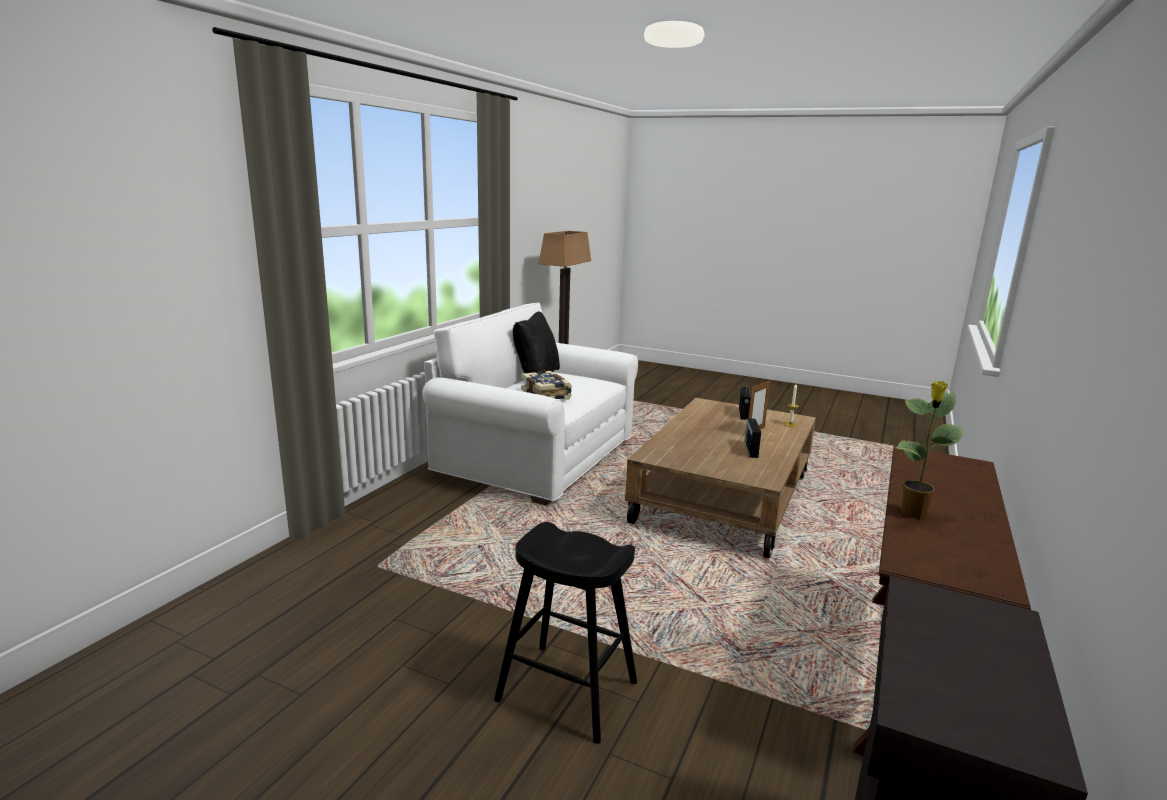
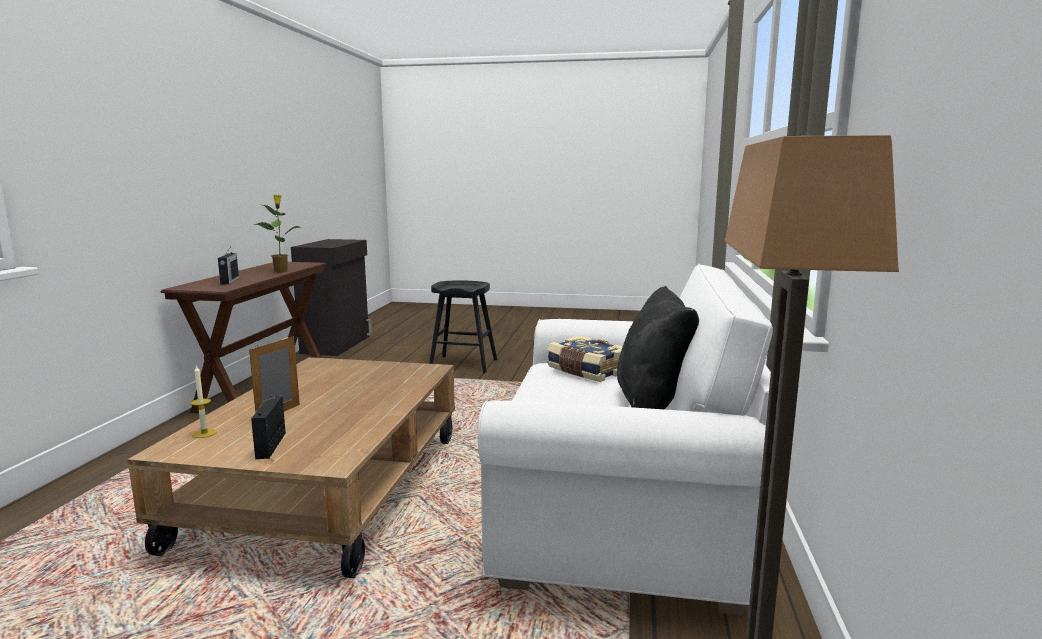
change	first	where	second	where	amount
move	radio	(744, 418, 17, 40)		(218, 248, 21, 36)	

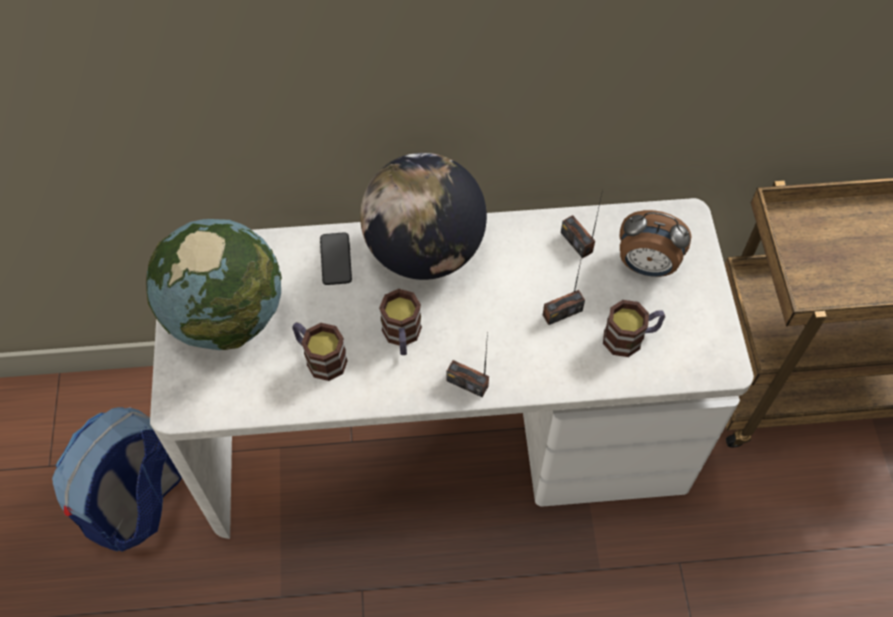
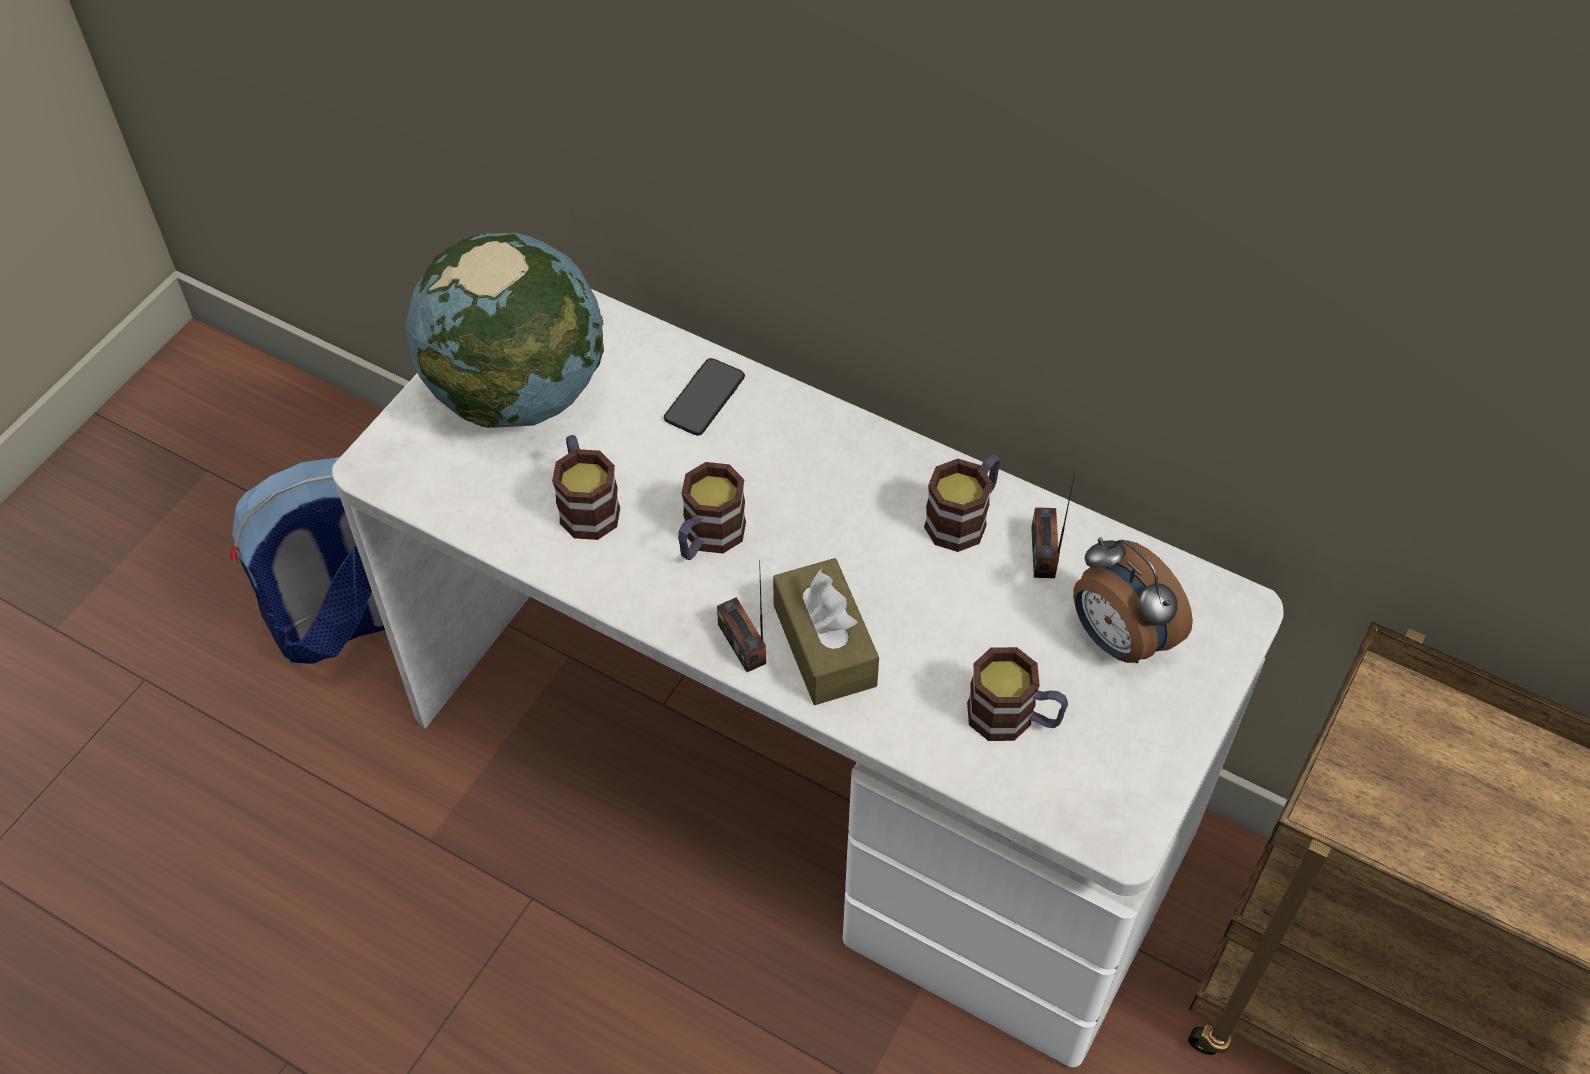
change	first	where	second	where	amount
delete	globe	(360, 153, 127, 127)			
delete	radio	(543, 247, 42, 78)			
insert			tissue box in brown	(773, 558, 106, 147)	
insert			mug	(924, 454, 76, 98)	

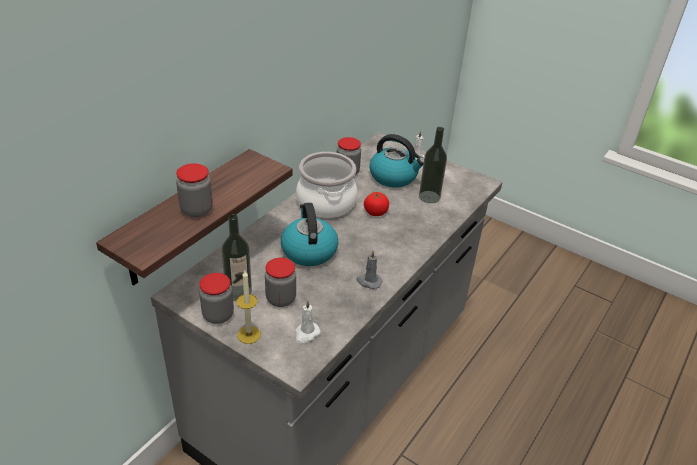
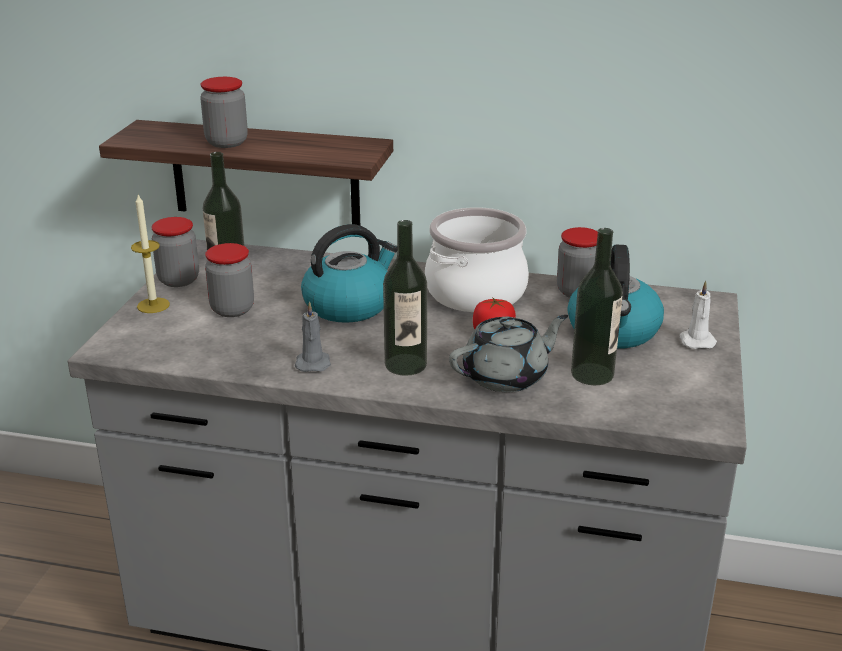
change	first	where	second	where	amount
delete	candle in white	(295, 301, 26, 42)			
insert			bottle	(383, 220, 44, 156)	
insert			teapot in grey	(449, 315, 119, 77)	

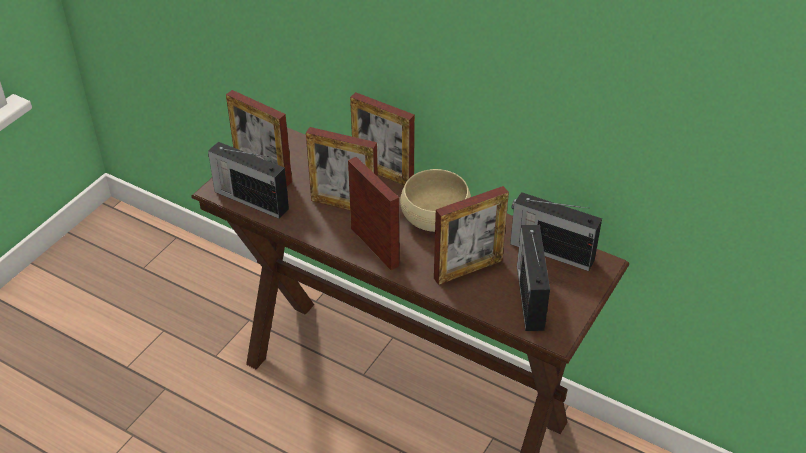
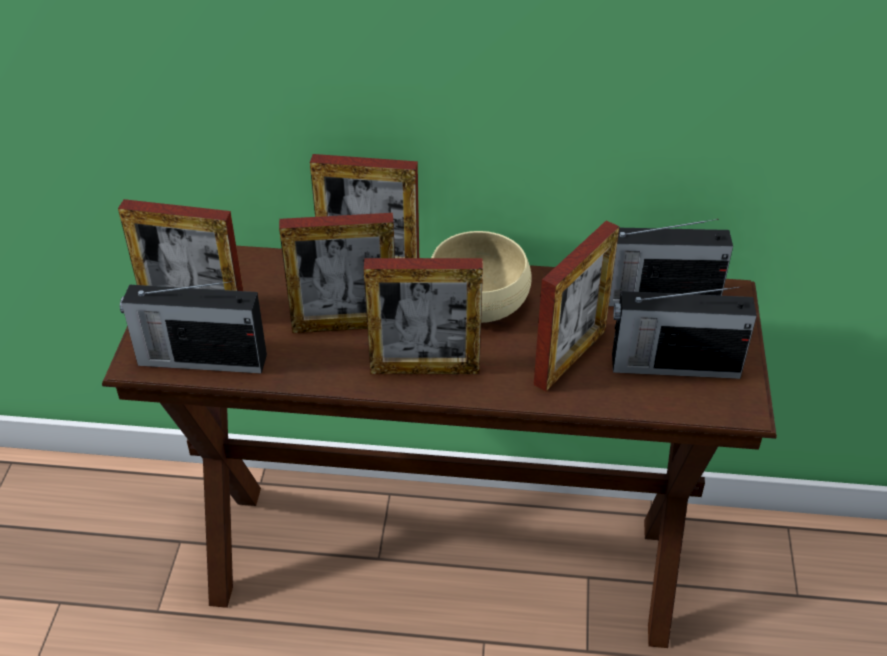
change	first	where	second	where	amount
rotate	picture frame	(348, 157, 51, 113)		(364, 258, 119, 116)	150 degrees clockwise
rotate	radio	(517, 225, 33, 106)		(612, 286, 145, 93)	60 degrees counterclockwise

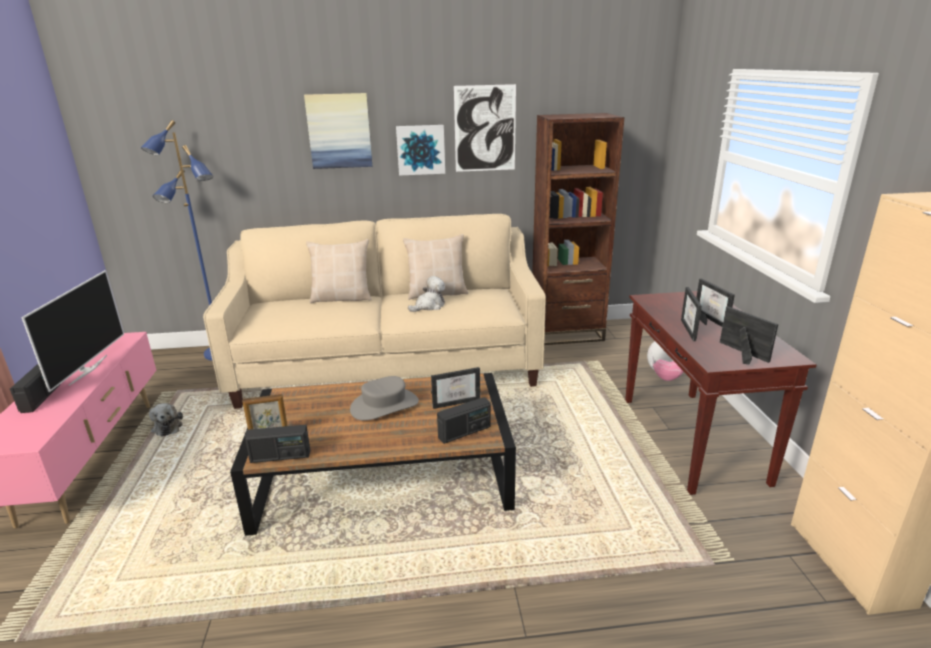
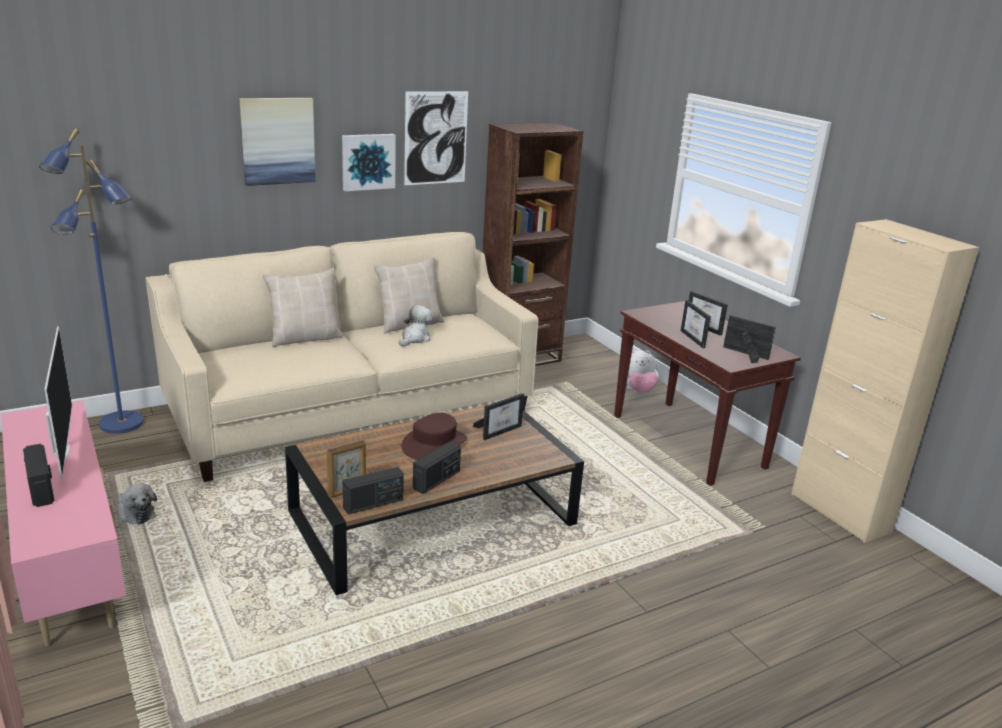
change	first	where	second	where	amount
move	radio	(437, 397, 54, 47)		(413, 441, 48, 53)	
recolor	hat in grey	(350, 376, 69, 45)	hat in brown	(401, 412, 66, 48)	

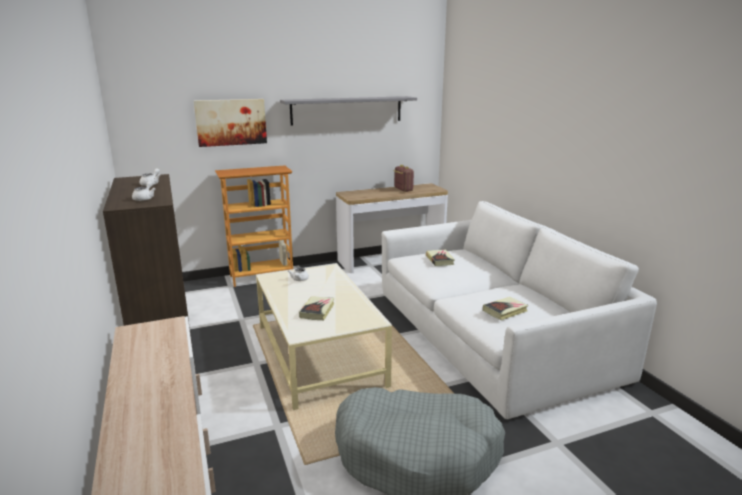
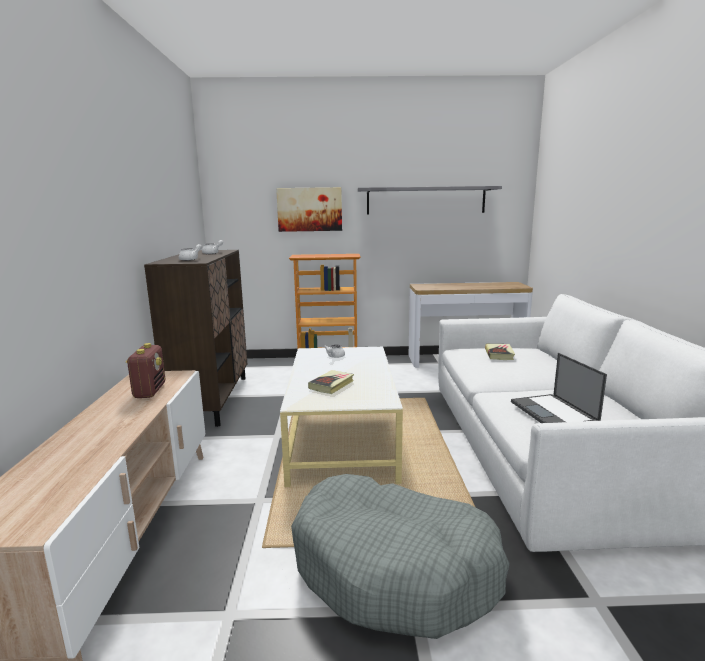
change	first	where	second	where	amount
move	radio	(394, 165, 20, 27)		(126, 343, 39, 55)	
replace	book	(483, 297, 45, 23)	laptop	(511, 353, 96, 70)	

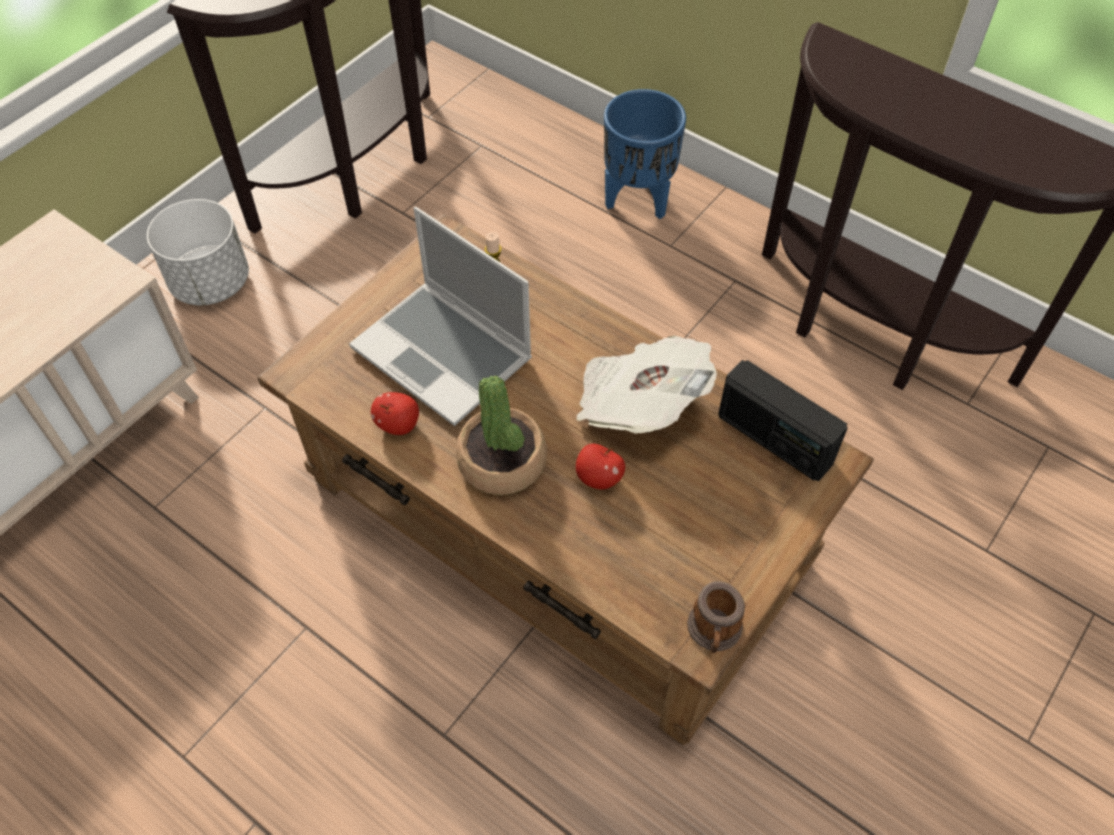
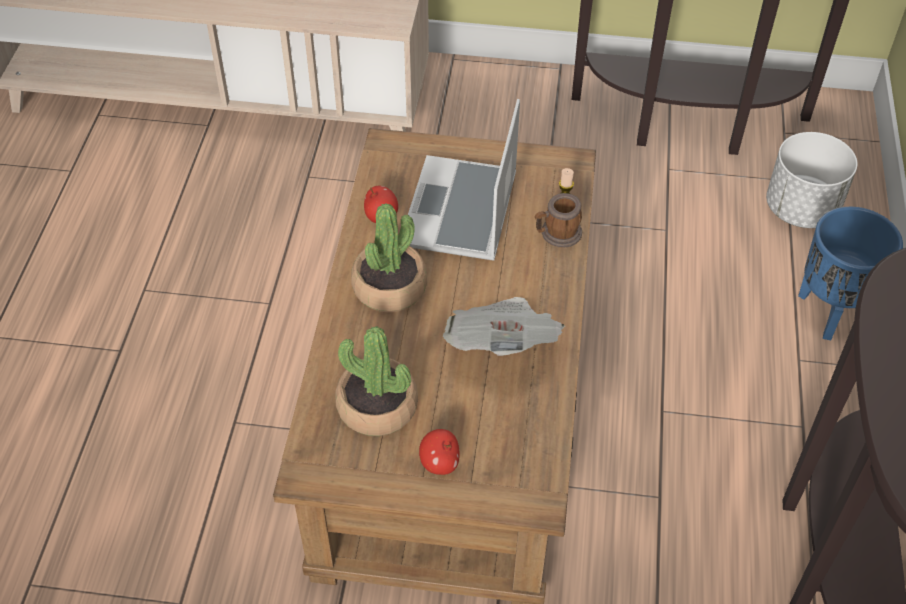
change	first	where	second	where	amount
delete	radio	(718, 360, 130, 121)			
insert			potted plant	(335, 326, 83, 110)	
move	planter in white	(147, 199, 102, 106)		(766, 132, 91, 96)	
move	apple	(576, 444, 49, 45)		(419, 429, 41, 46)	
move	mug	(687, 581, 58, 72)		(535, 193, 47, 54)	

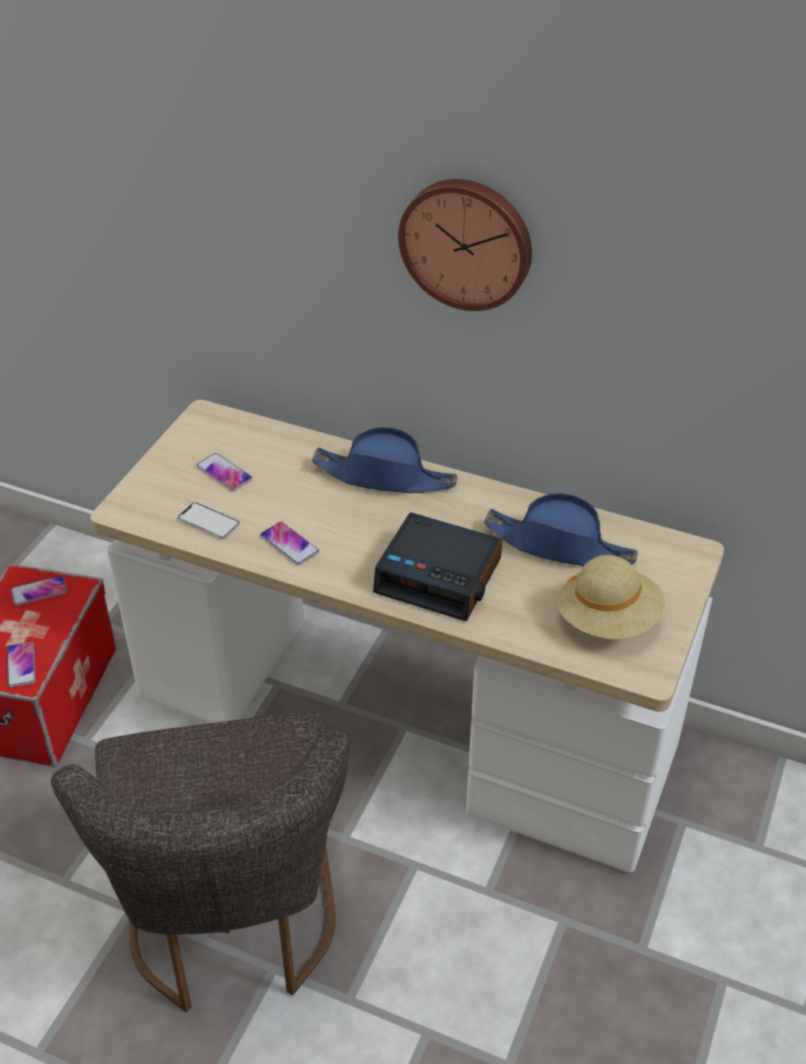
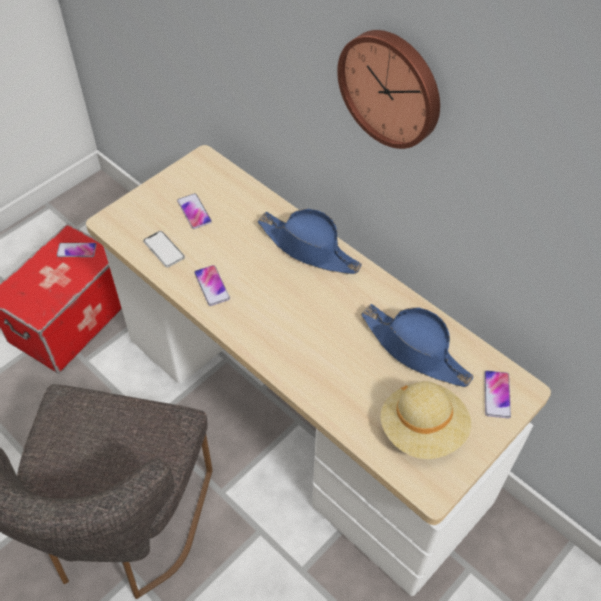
change	first	where	second	where	amount
delete	alarm clock	(373, 512, 129, 109)			
move	phone	(7, 642, 28, 45)		(484, 370, 27, 48)	

